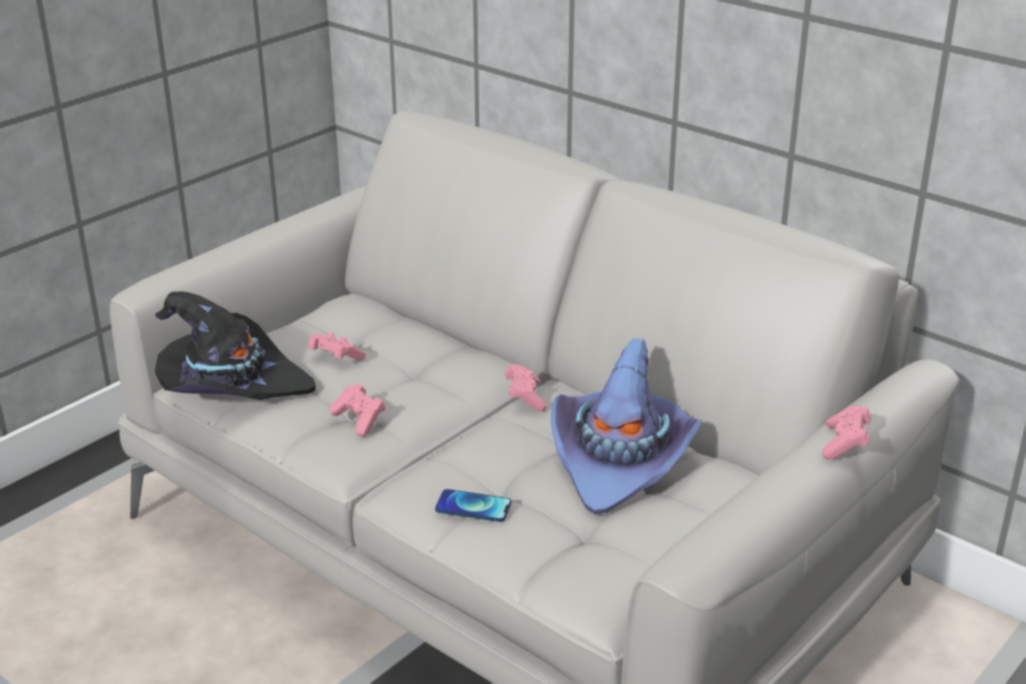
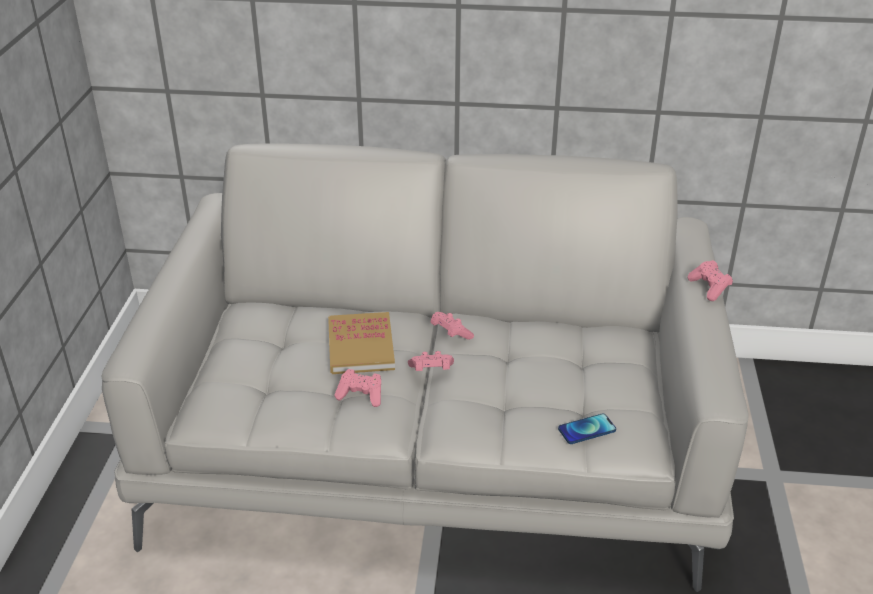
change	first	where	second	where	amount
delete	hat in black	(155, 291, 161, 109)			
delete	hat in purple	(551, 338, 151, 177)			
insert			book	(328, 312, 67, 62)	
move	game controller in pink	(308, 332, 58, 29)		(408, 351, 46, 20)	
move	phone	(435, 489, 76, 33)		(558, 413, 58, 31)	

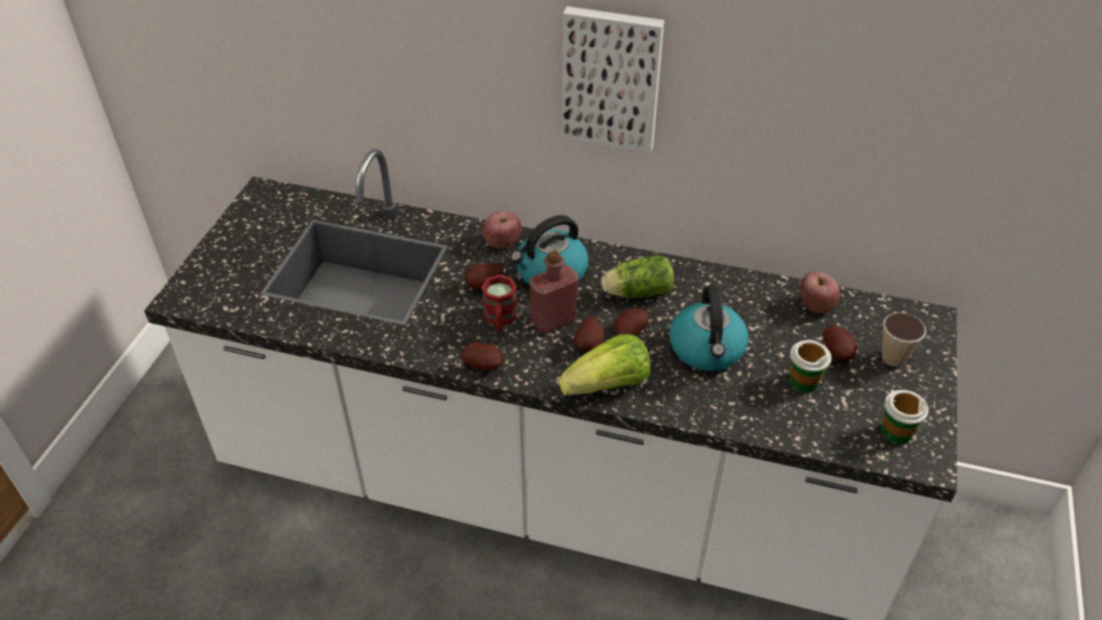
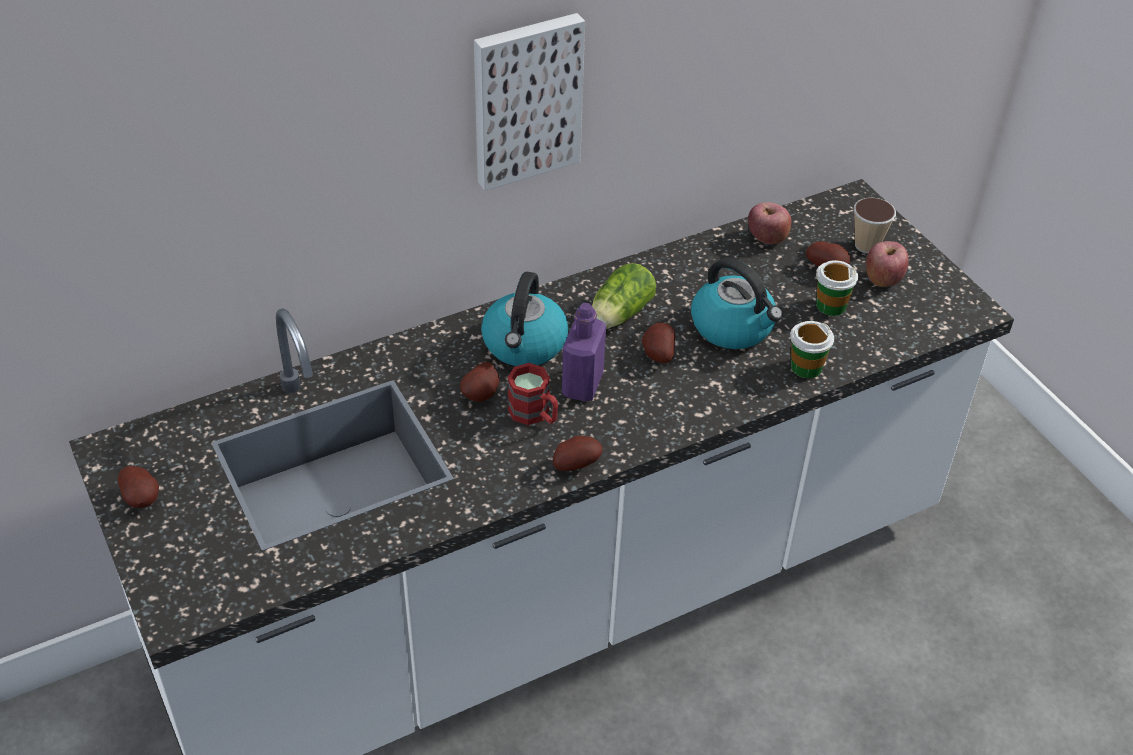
change	first	where	second	where	amount
delete	lettuce	(559, 334, 92, 61)			
move	apple	(483, 211, 38, 38)		(866, 241, 43, 46)	
move	potato	(574, 317, 31, 35)		(118, 466, 41, 42)	
move	cup	(882, 390, 47, 54)		(790, 321, 44, 57)	
recolor	bottle in red	(530, 251, 48, 83)	bottle in purple	(562, 302, 44, 99)	

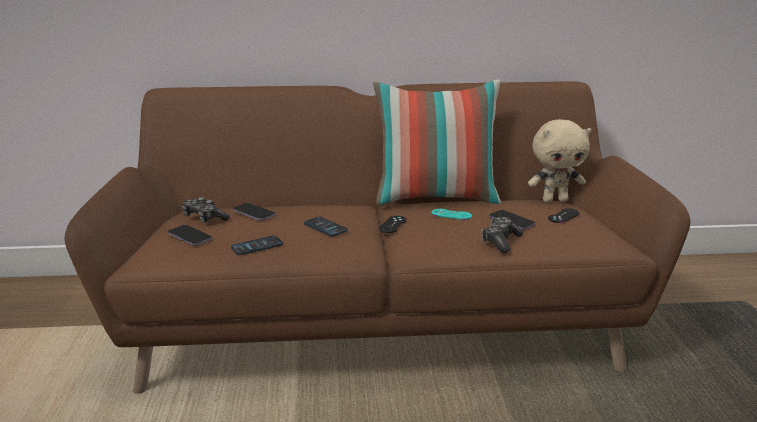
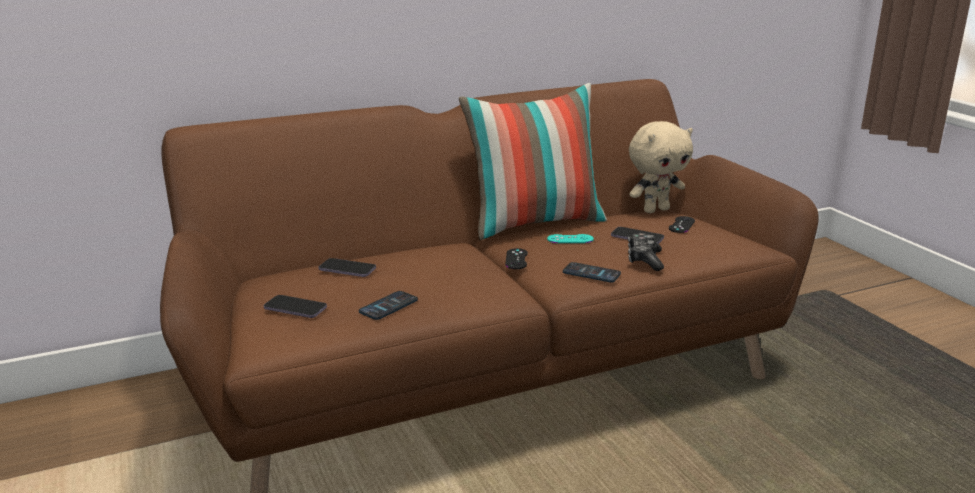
change	first	where	second	where	amount
delete	game controller	(182, 197, 48, 26)			
move	phone	(304, 217, 44, 20)		(563, 262, 58, 21)	

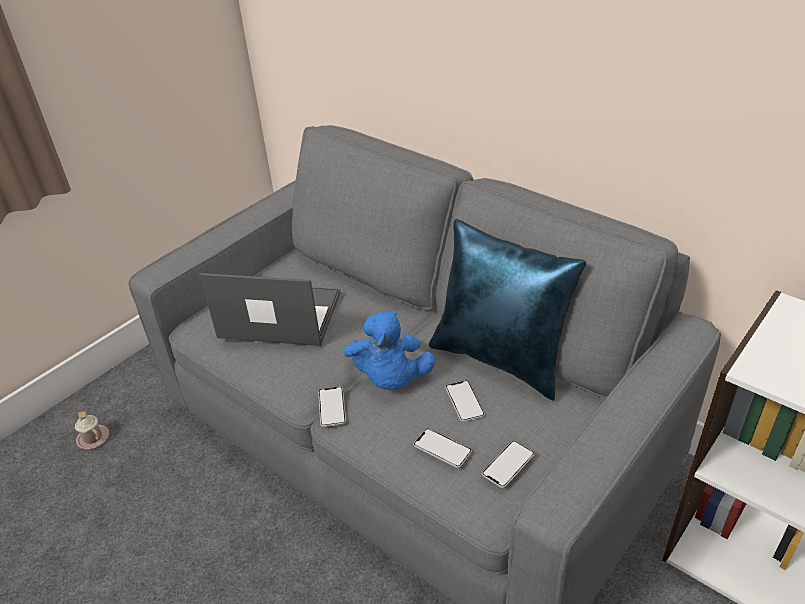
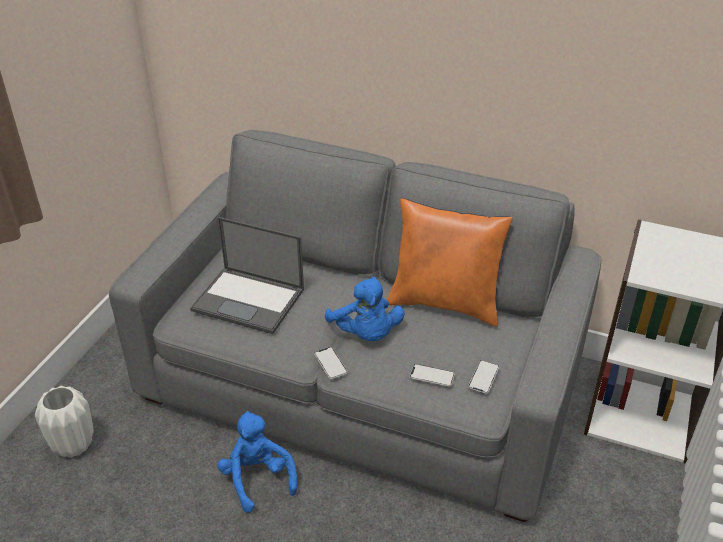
change	first	where	second	where	amount
delete	phone	(445, 380, 40, 42)			
insert			plush toy in blue	(217, 411, 80, 102)	
replace	mug in pink	(75, 411, 34, 38)	vase in white	(35, 386, 59, 72)	
recolor	pillow in blue	(429, 219, 157, 182)	pillow in orange	(387, 198, 126, 129)	
rotate	laptop	(199, 273, 141, 73)		(190, 217, 114, 117)	150 degrees counterclockwise

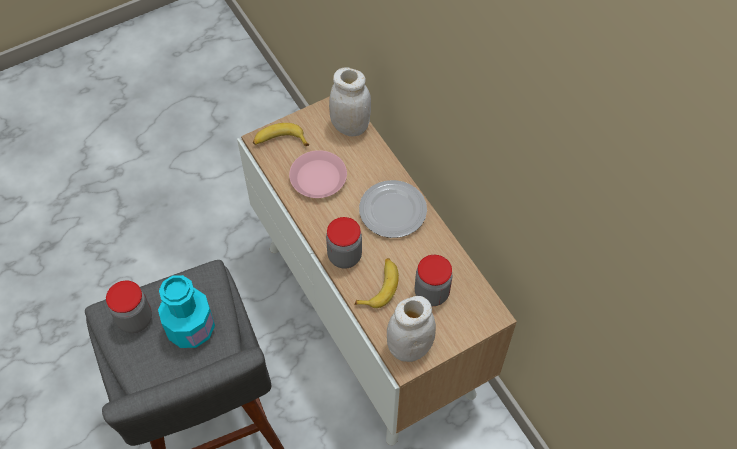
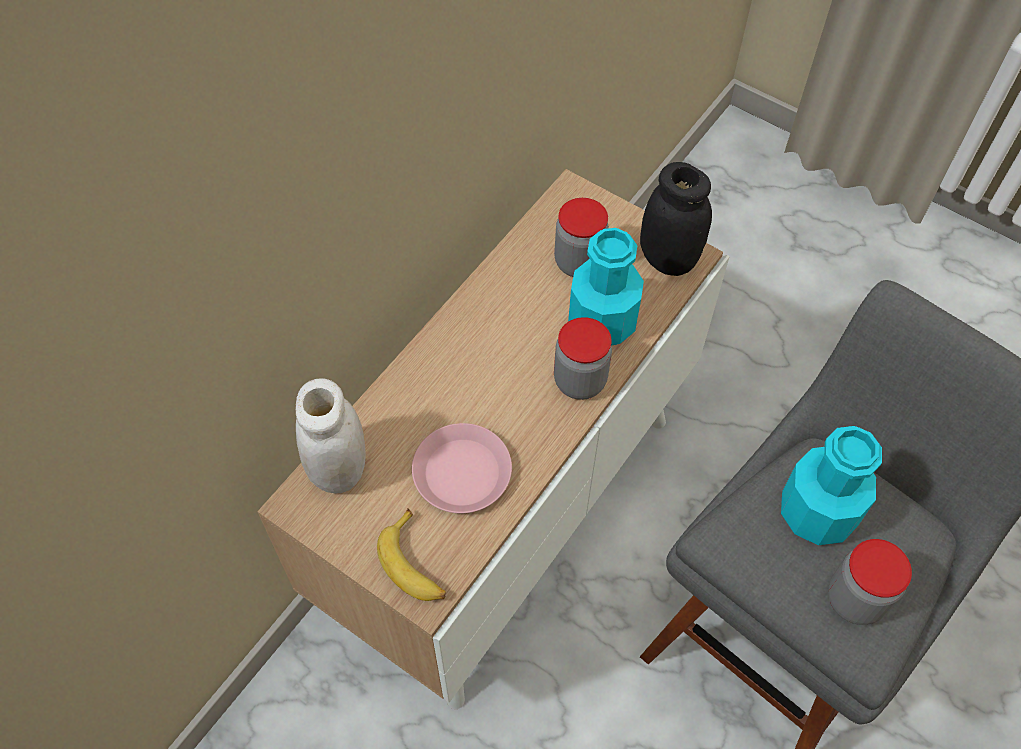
change	first	where	second	where	amount
delete	plate	(359, 180, 68, 58)			
replace	banana	(354, 258, 45, 50)	bottle in turquoise	(568, 228, 76, 117)	
recolor	jar in white	(387, 296, 49, 66)	jar in black	(640, 162, 72, 114)	

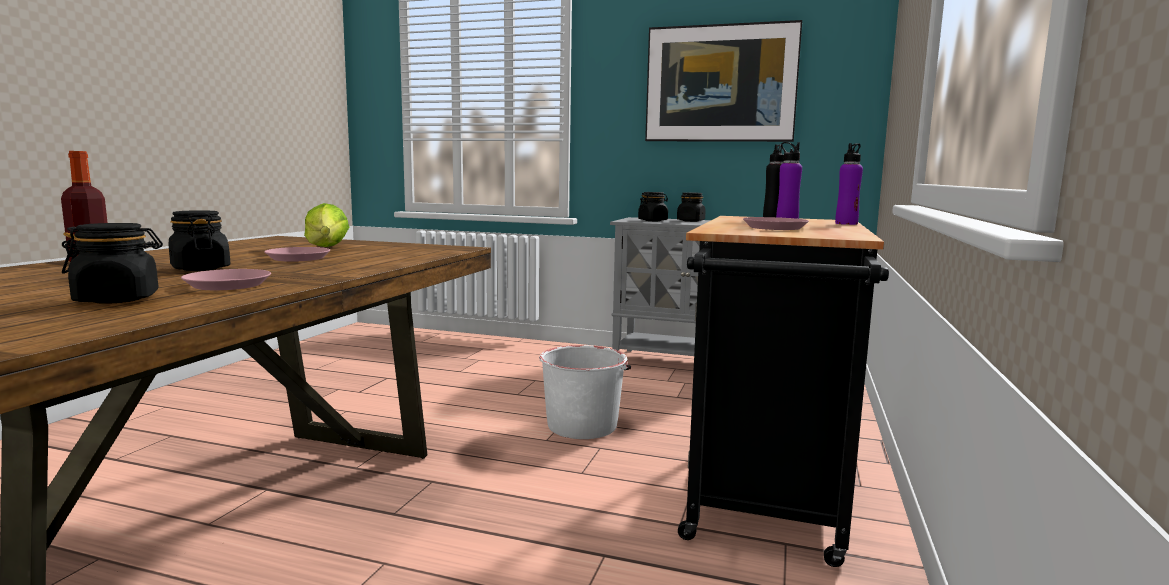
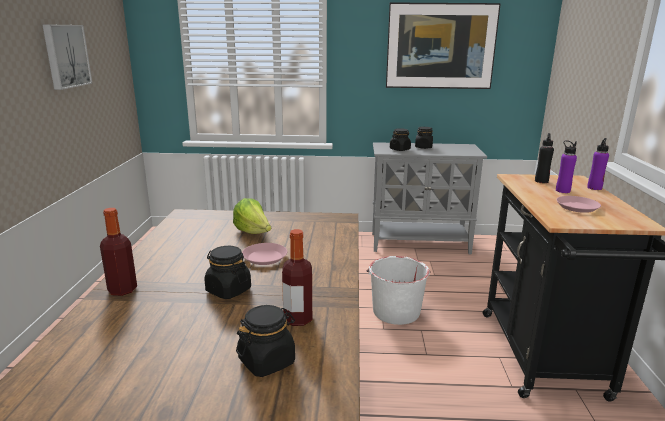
change	first	where	second	where	amount
insert			picture	(42, 24, 51, 66)	
replace	plate in pink	(181, 269, 90, 21)	bottle	(282, 229, 30, 97)	

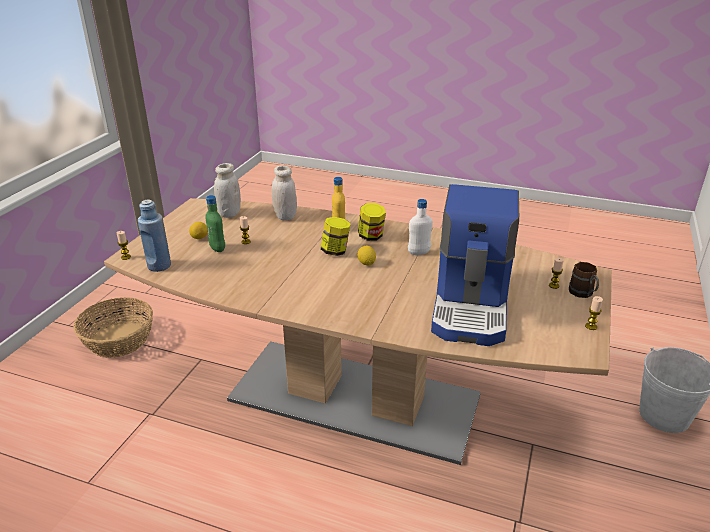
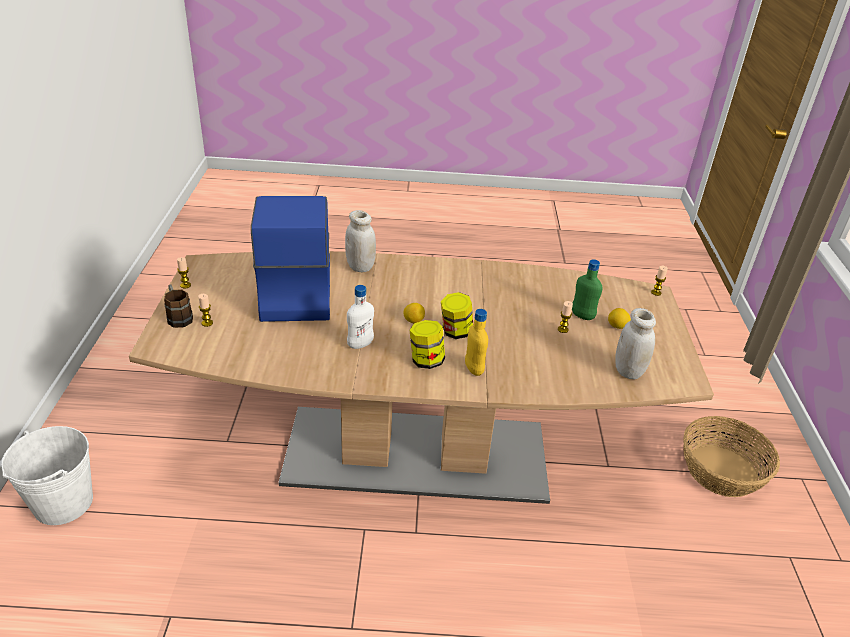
change	first	where	second	where	amount
delete	bottle in blue	(138, 200, 33, 72)			
move	jar in white	(271, 165, 26, 55)		(345, 210, 31, 62)	

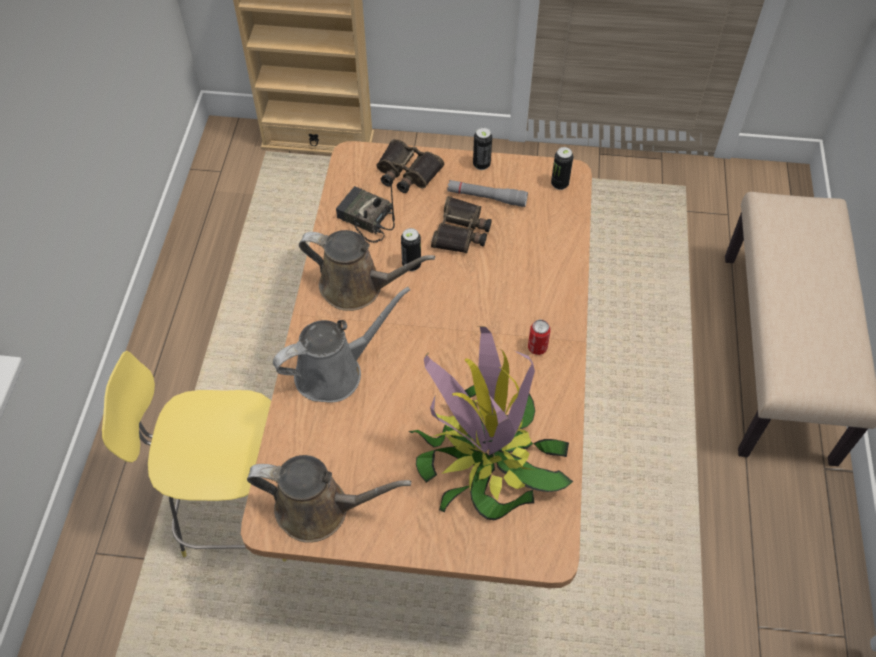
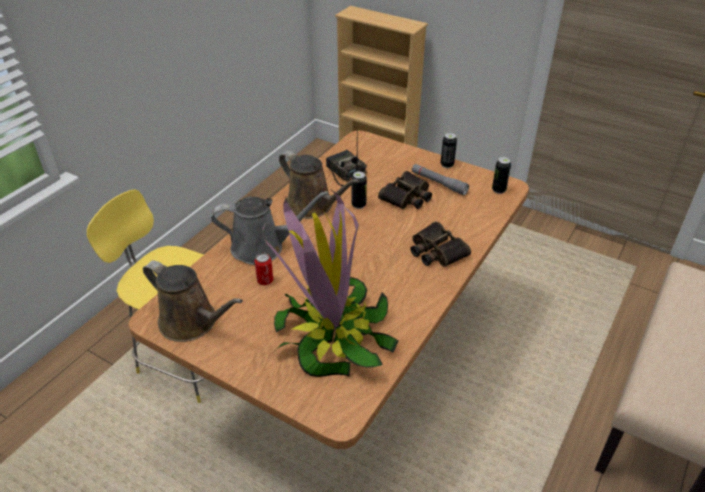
change	first	where	second	where	amount
move	binoculars	(376, 139, 68, 54)		(410, 221, 61, 46)	
move	can	(528, 320, 22, 35)		(254, 253, 19, 32)	

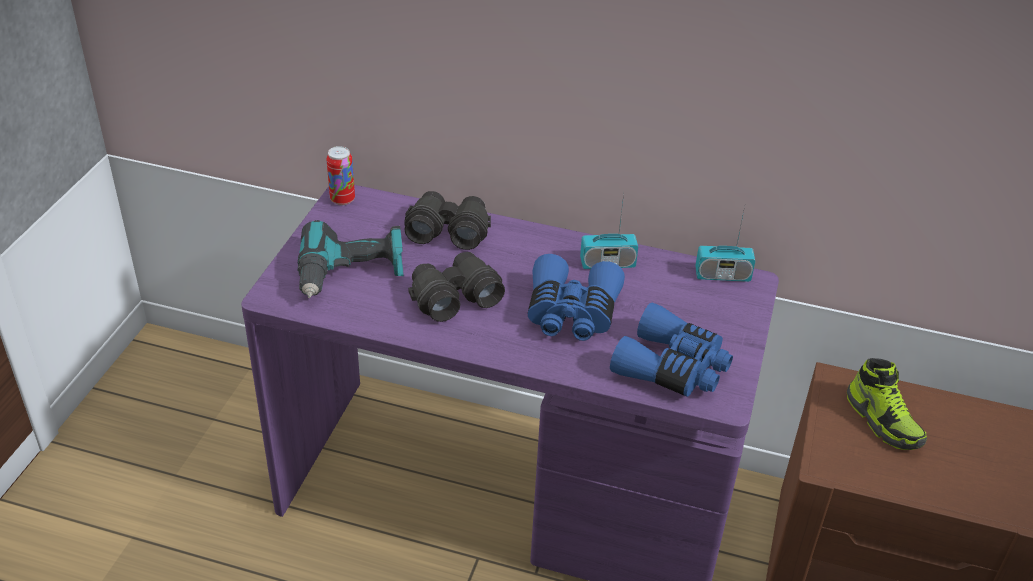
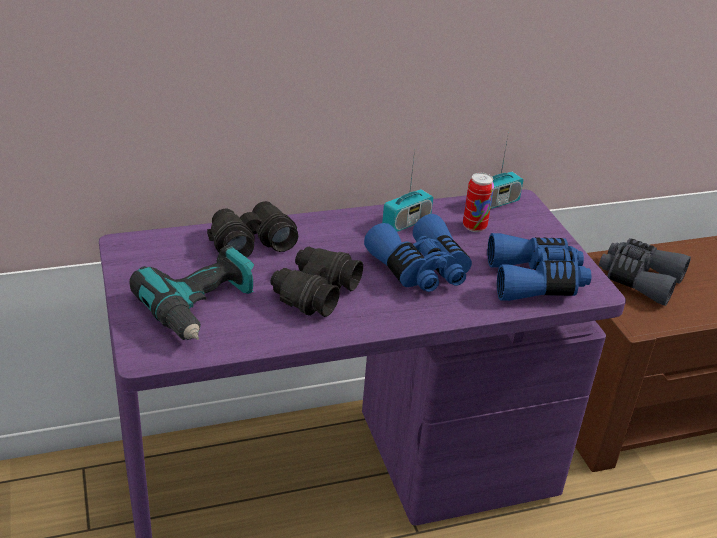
change	first	where	second	where	amount
move	can	(327, 146, 28, 59)		(463, 173, 31, 59)	
replace	shoe	(847, 358, 80, 92)	binoculars in grey	(599, 238, 92, 68)	

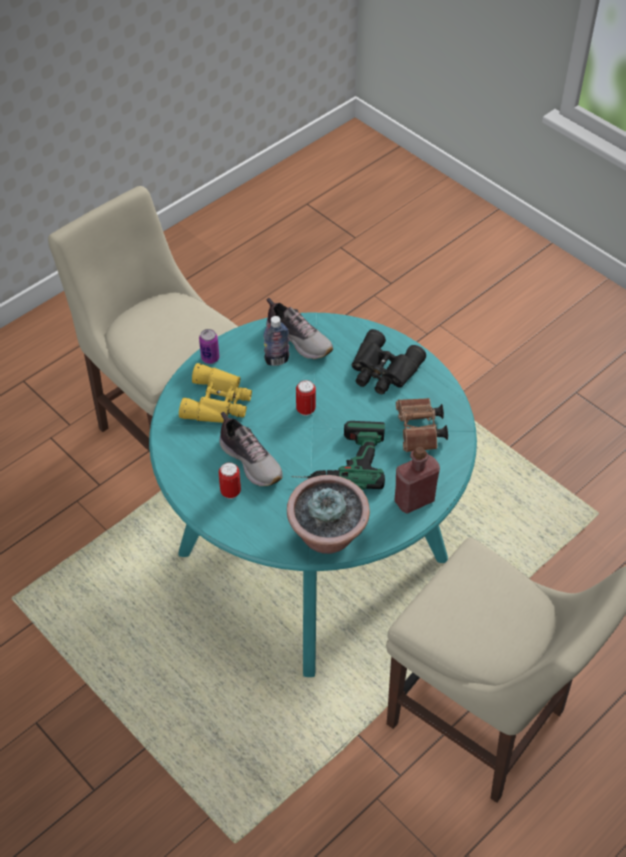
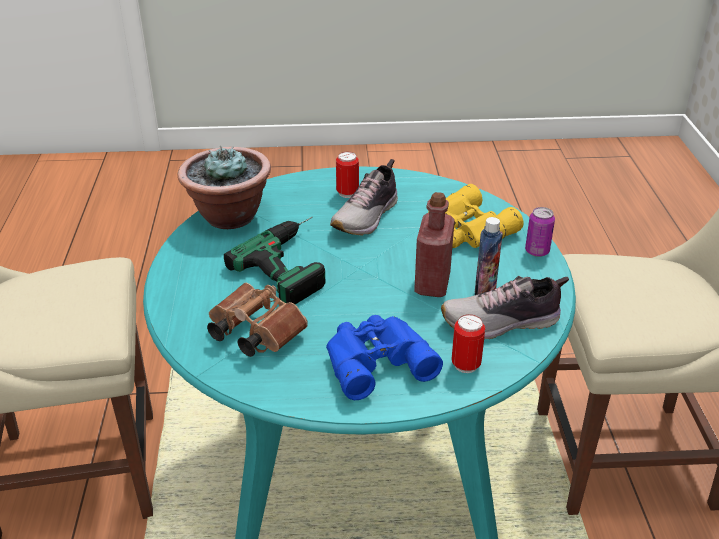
change	first	where	second	where	amount
move	can	(296, 380, 20, 36)		(452, 314, 33, 59)	
move	bottle in red	(395, 447, 45, 67)		(414, 192, 41, 105)	
recolor	binoculars in black	(352, 329, 74, 66)	binoculars in blue	(326, 315, 117, 85)	
rotate	shoe	(219, 411, 64, 75)		(330, 159, 68, 76)	60 degrees counterclockwise

